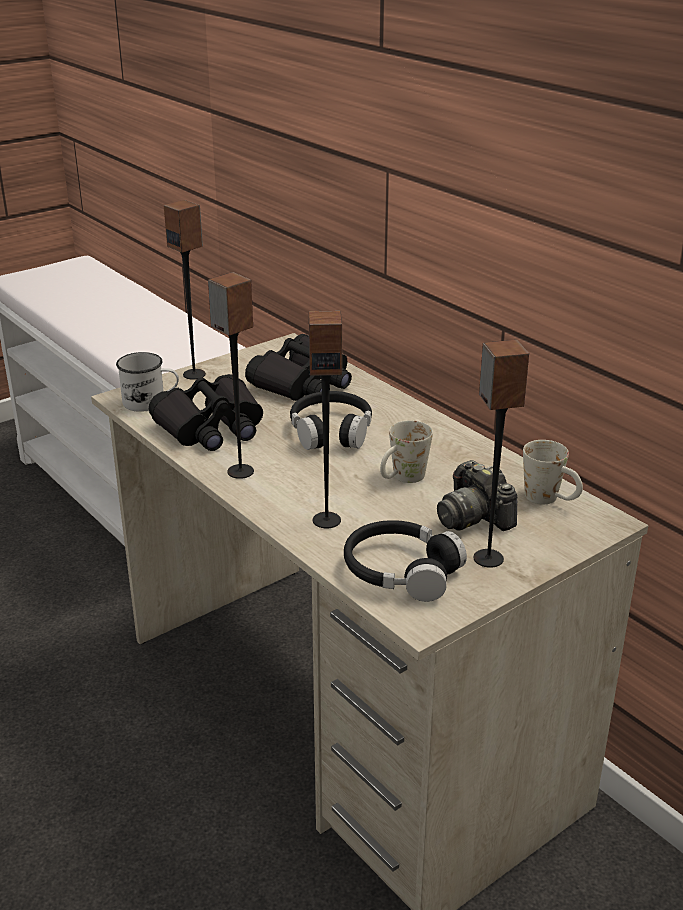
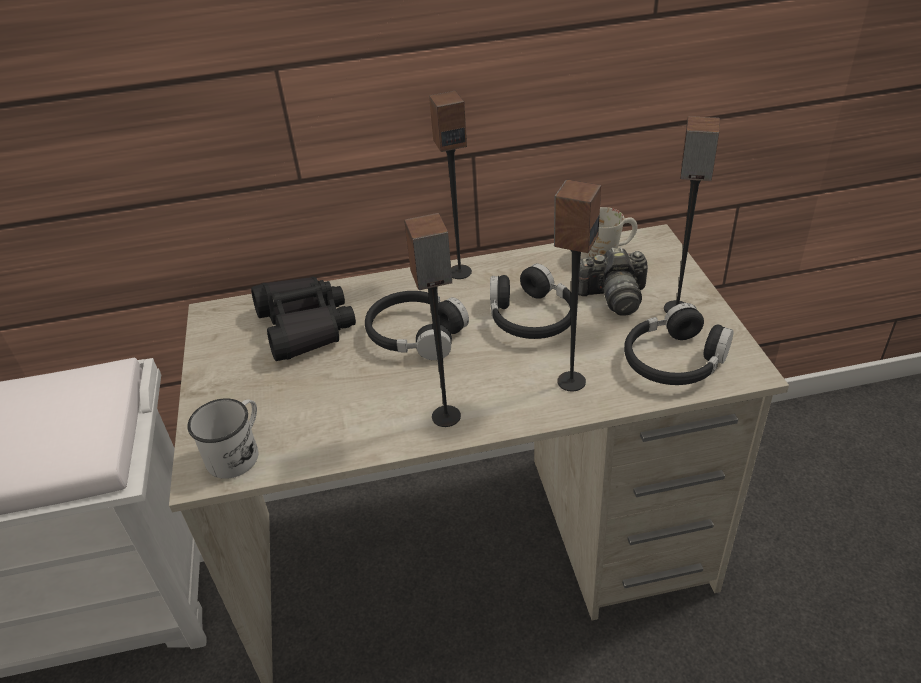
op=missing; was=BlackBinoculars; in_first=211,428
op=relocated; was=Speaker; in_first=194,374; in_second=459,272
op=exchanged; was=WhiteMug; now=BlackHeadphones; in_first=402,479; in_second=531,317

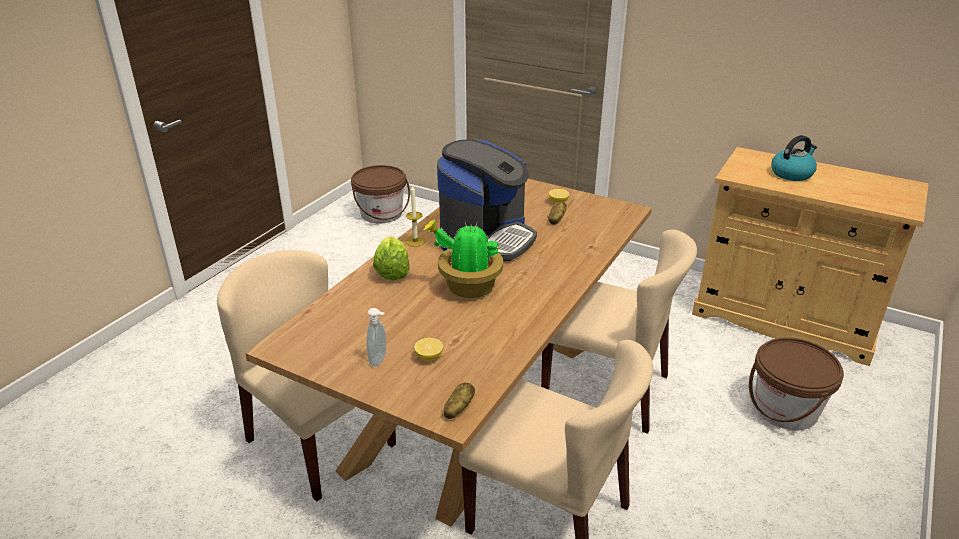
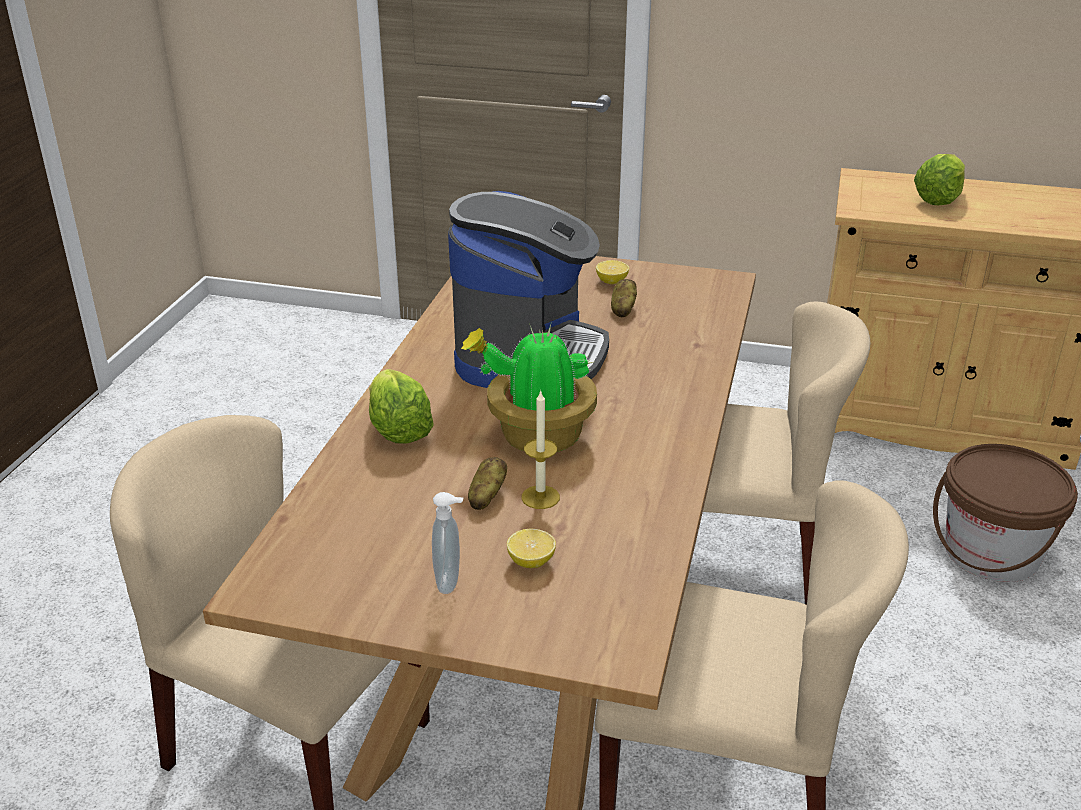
op=missing; was=BrownBucket; in_first=381,214
op=relocated; was=Candle; in_first=415,241; in_second=540,497
op=relocated; was=Potato; in_first=458,409; in_second=486,496
op=exchanged; was=Kettle; now=Lettuce; in_first=792,173; in_second=938,199

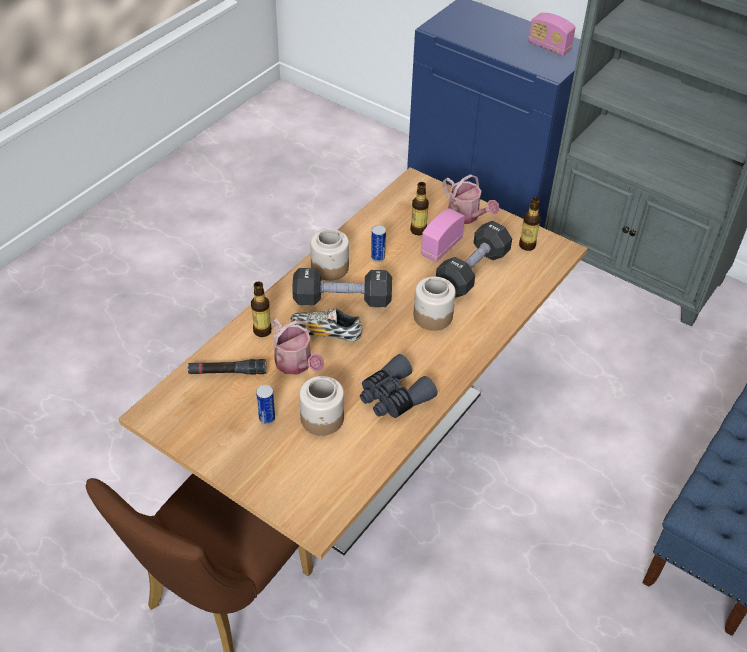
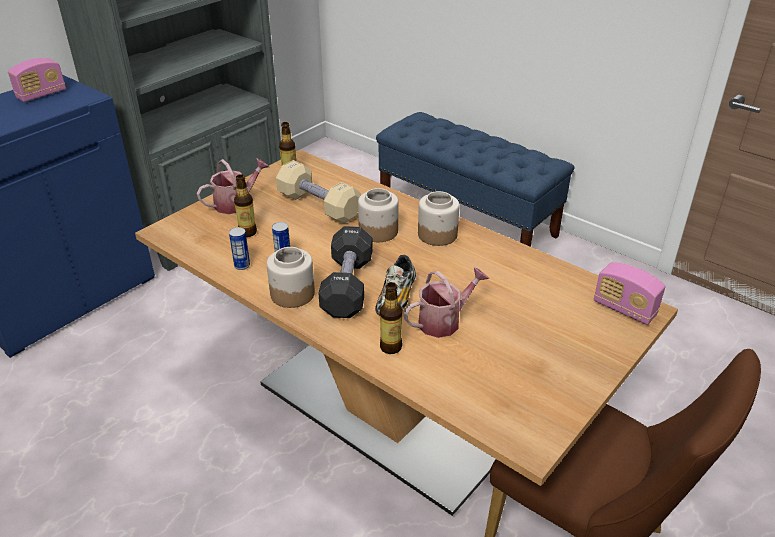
op=missing; was=BlackFlashlight; in_first=227,372
op=relocated; was=Can; in_first=267,418; in_second=242,265
op=relocated; was=Jar; in_first=322,419; in_second=438,234
op=missing; was=GreyBinoculars; in_first=394,397
op=relocated; was=Radio; in_first=441,247; in_second=624,309
op=colour; was=BlackDumbbell; now=BeigeDumbbell; in_first=472,271; in_second=318,206

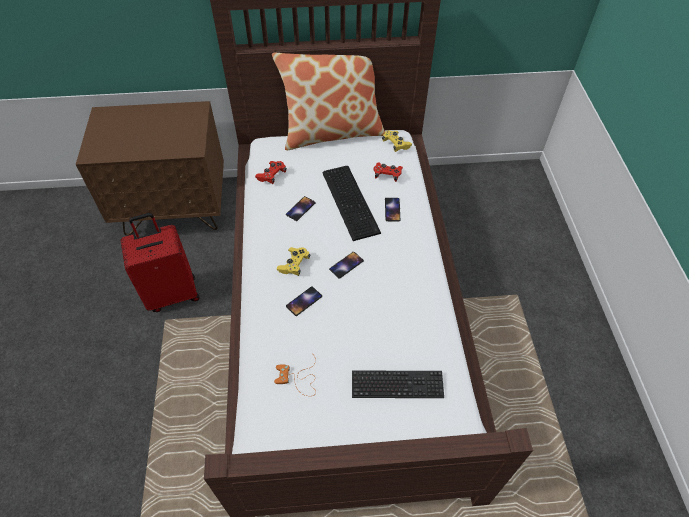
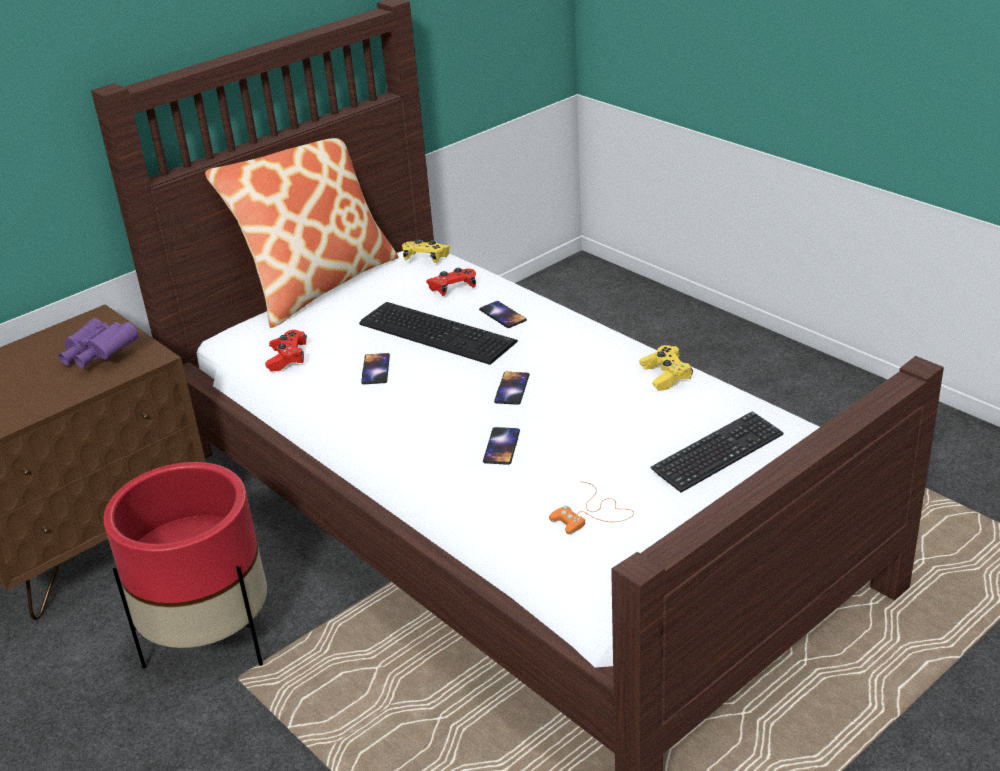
op=exchanged; was=RedSuitcase; now=RedPlanter; in_first=172,293; in_second=211,642
op=relocated; was=YellowGameController; in_first=294,265; in_second=666,376
op=appeared; now=PurpleBinoculars; in_second=98,356

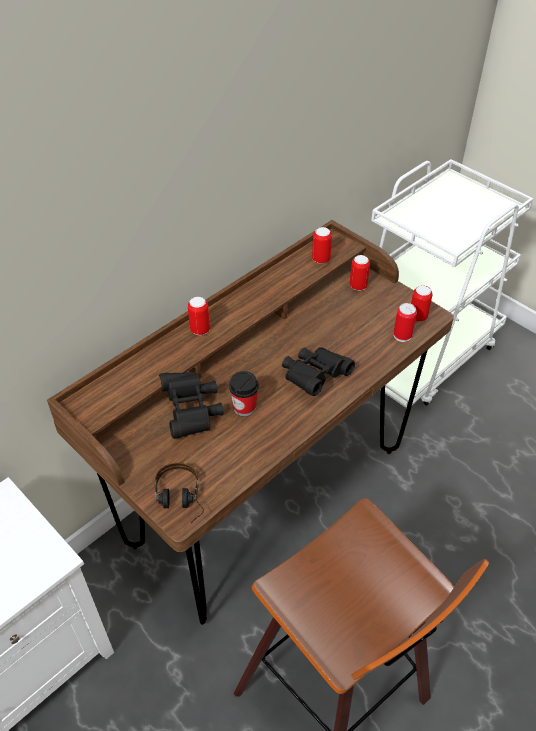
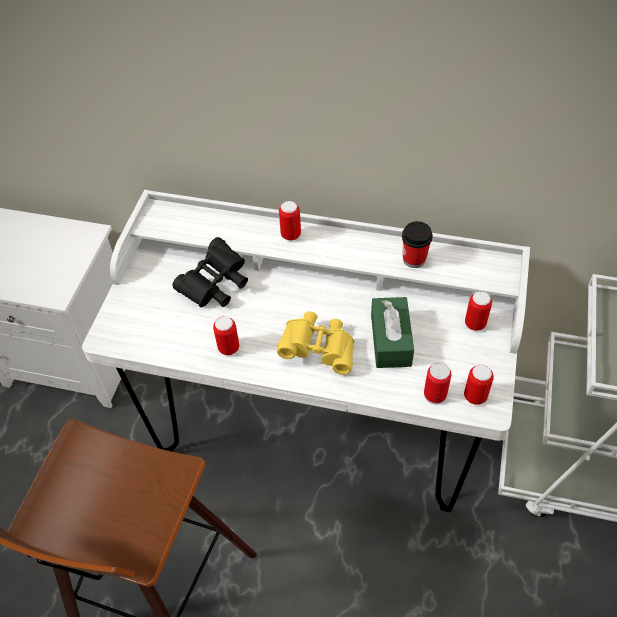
op=colour; was=BrownDesk; now=WhiteDesk; in_first=267,496; in_second=315,430
op=missing; was=Headphones; in_first=180,502
op=relocated; was=Cup; in_first=244,407; in_second=414,259
op=colour; was=BlackBinoculars; now=YellowBinoculars; in_first=314,377; in_second=319,350
op=relocated; was=Can; in_first=321,259; in_second=228,348
op=appeared; now=GreenTissueBox; in_second=390,340

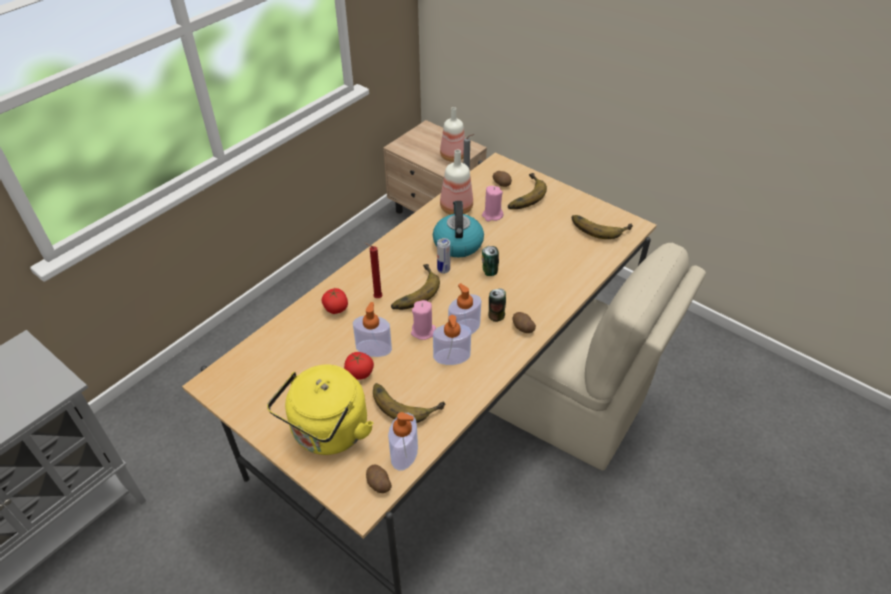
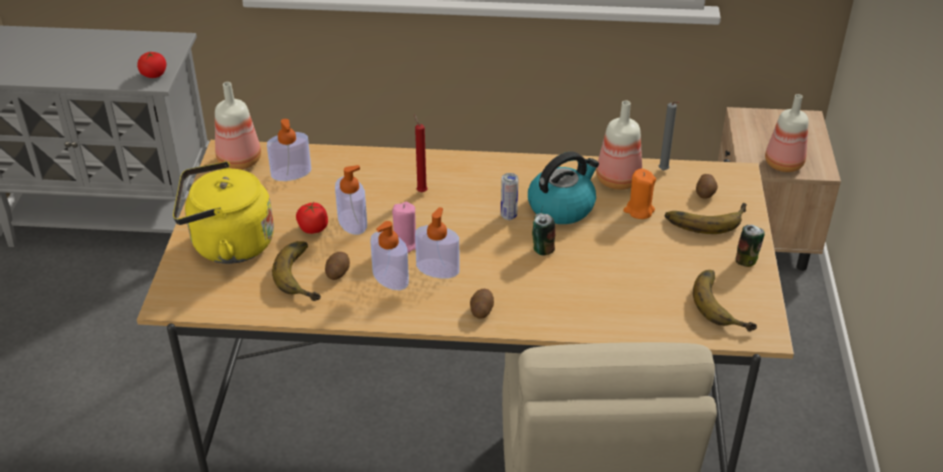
op=relocated; was=Tomato; in_first=336,309; in_second=154,75
op=relocated; was=Potato; in_first=378,483; in_second=337,272
op=relocated; was=SoapDispenser; in_first=404,453; in_second=291,173
op=missing; was=Banana; in_first=412,291
op=colour; was=PinkCandle; now=OrangeCandle; in_first=492,215; in_second=639,210
op=relocated; was=Can; in_first=496,315; in_second=746,260
op=appeared; now=Bottle; in_second=241,160

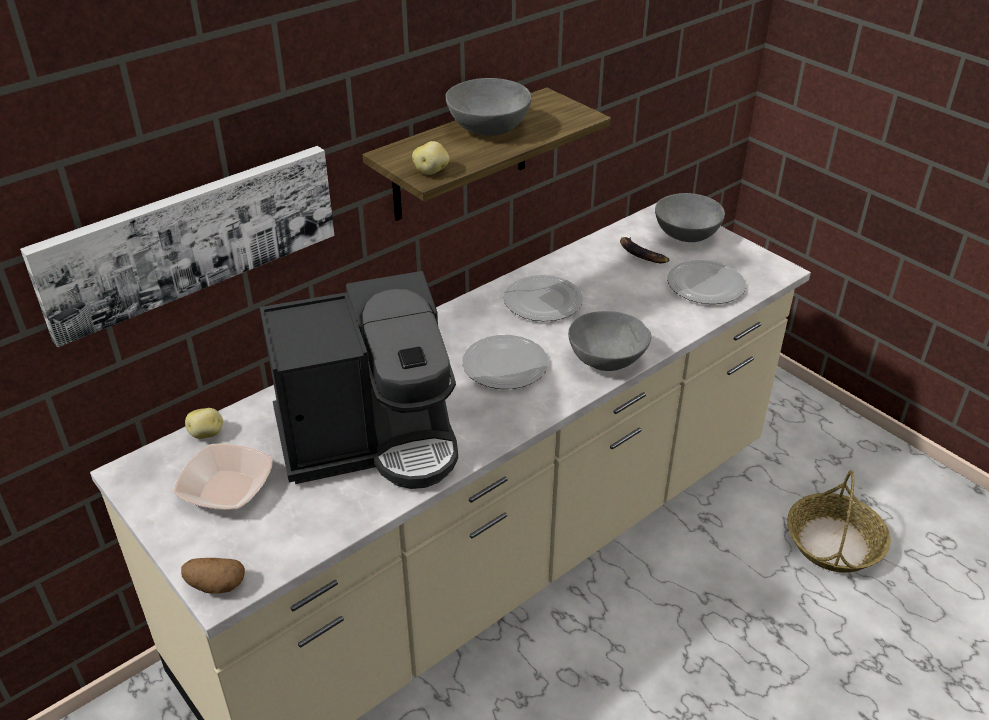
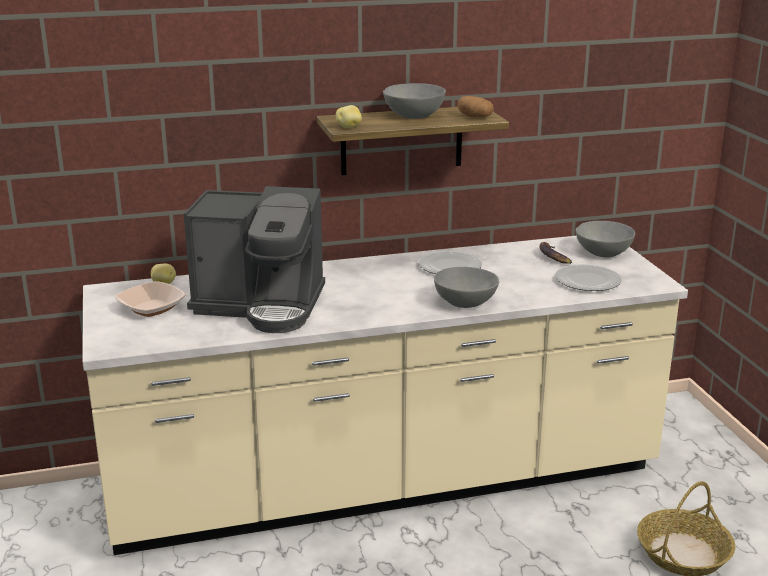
op=missing; was=Picture; in_first=190,238
op=relocated; was=Potato; in_first=215,585; in_second=474,117
op=missing; was=Plate; in_first=504,366

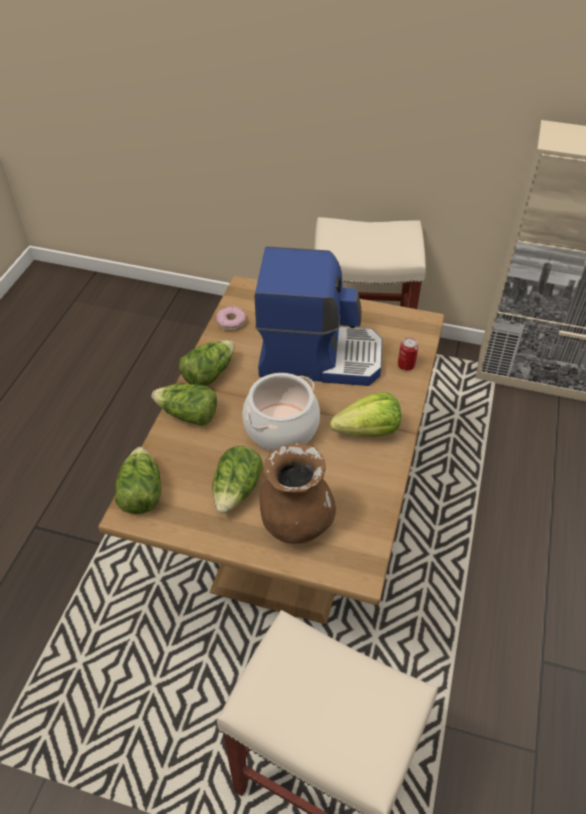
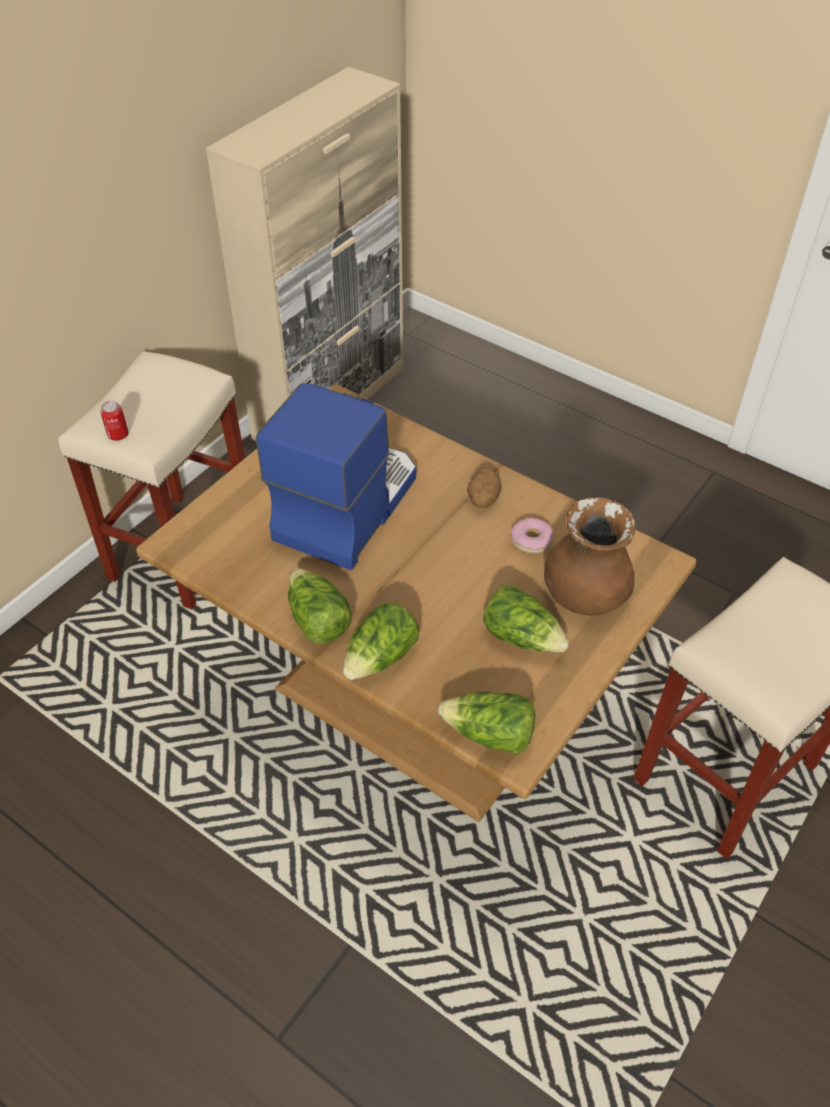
op=relocated; was=Donut; in_first=231,322; in_second=531,540
op=missing; was=CookingPot; in_first=281,427
op=exchanged; was=Lettuce; now=Potato; in_first=368,431; in_second=483,499
op=relocated; was=Can; in_first=406,365; in_second=118,435

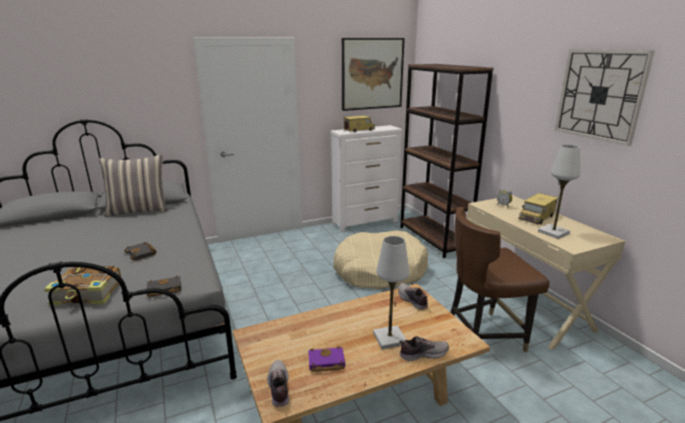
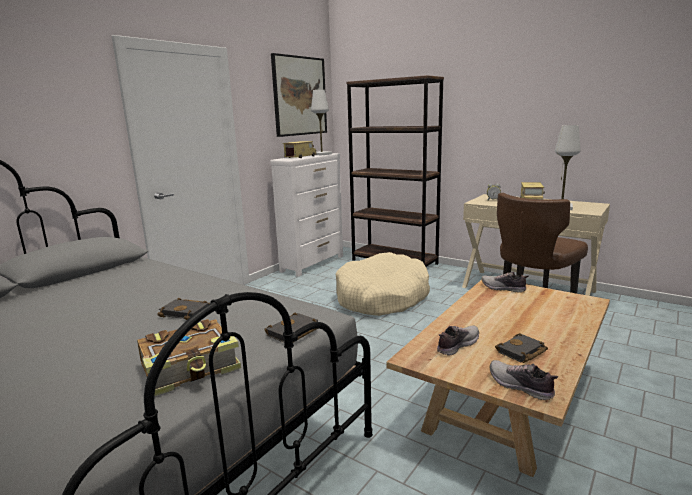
op=missing; was=Pillow; in_first=139,210
op=colour; was=PurpleBook; now=BlackBook; in_first=325,363; in_second=521,352
op=relocated; was=WhiteTableLamp; in_first=389,338; in_second=321,154
op=relocated; was=Shoe; in_first=422,354; in_second=456,345
op=missing; was=WallClock; in_first=600,95

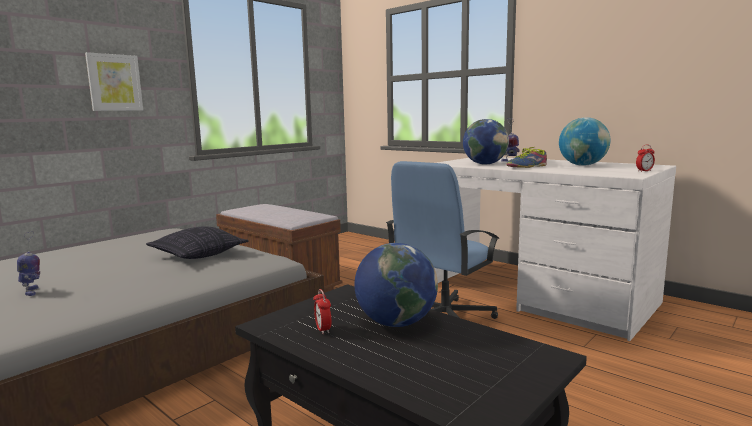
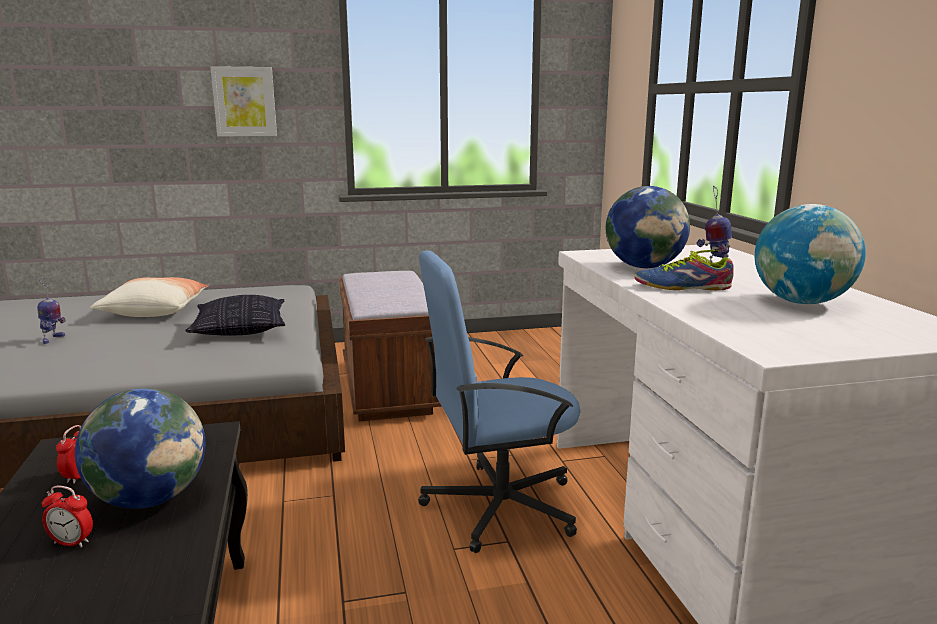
op=relocated; was=AlarmClock; in_first=644,171; in_second=71,543
op=appeared; now=Pillow; in_second=155,311

